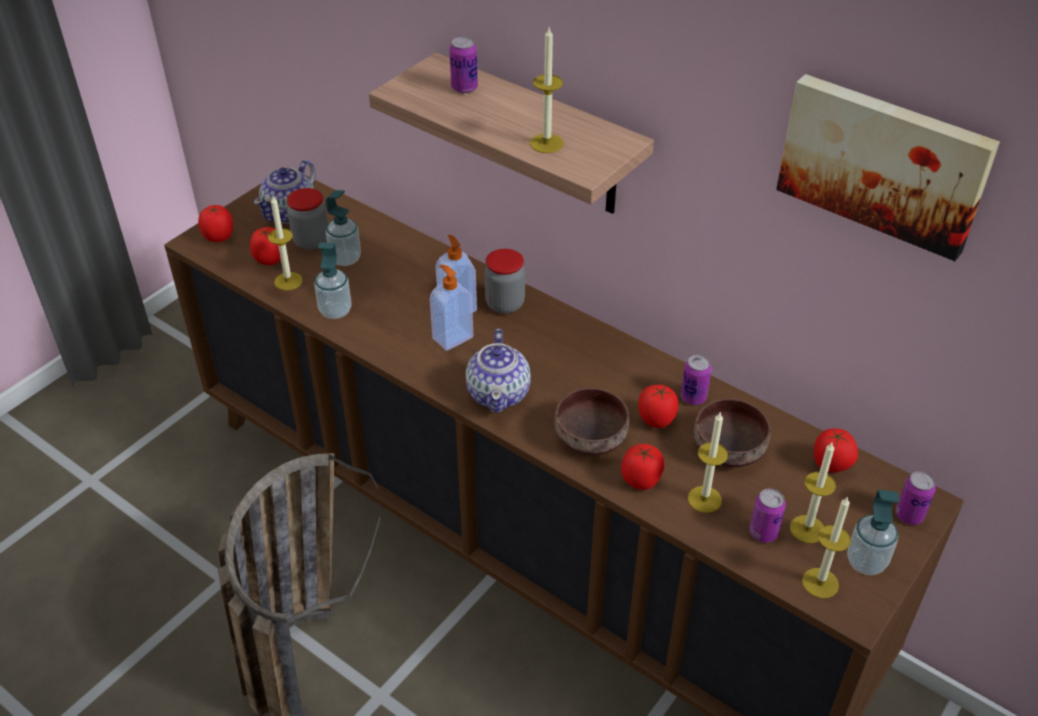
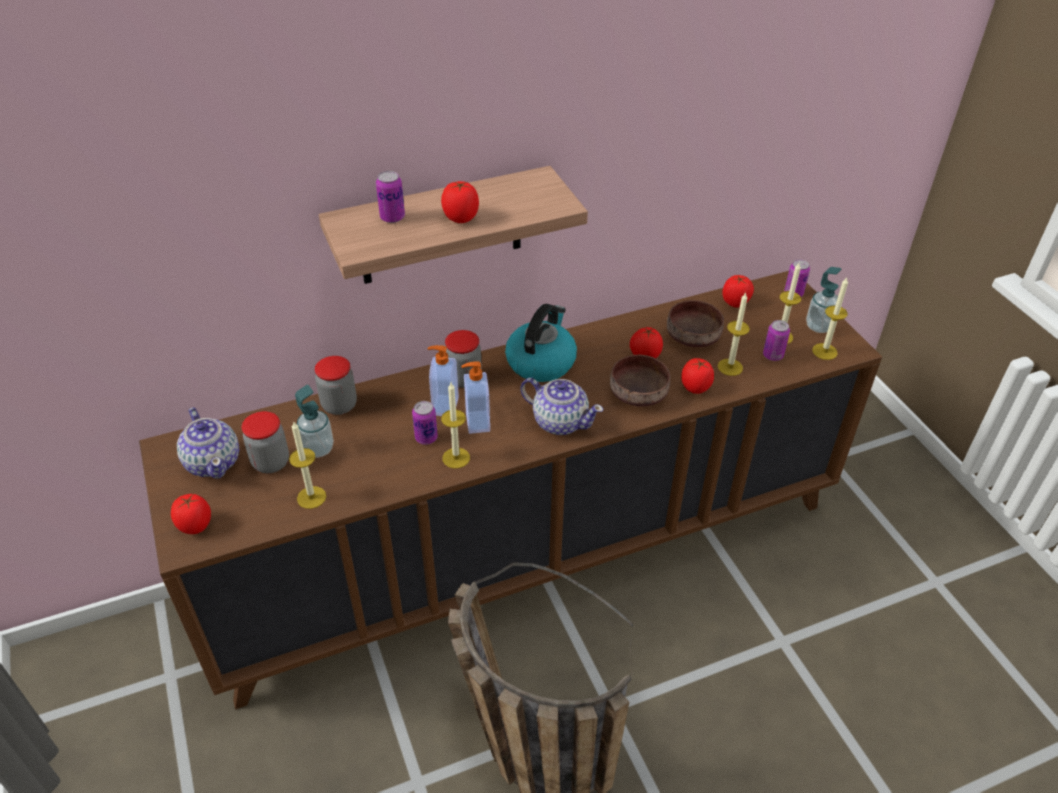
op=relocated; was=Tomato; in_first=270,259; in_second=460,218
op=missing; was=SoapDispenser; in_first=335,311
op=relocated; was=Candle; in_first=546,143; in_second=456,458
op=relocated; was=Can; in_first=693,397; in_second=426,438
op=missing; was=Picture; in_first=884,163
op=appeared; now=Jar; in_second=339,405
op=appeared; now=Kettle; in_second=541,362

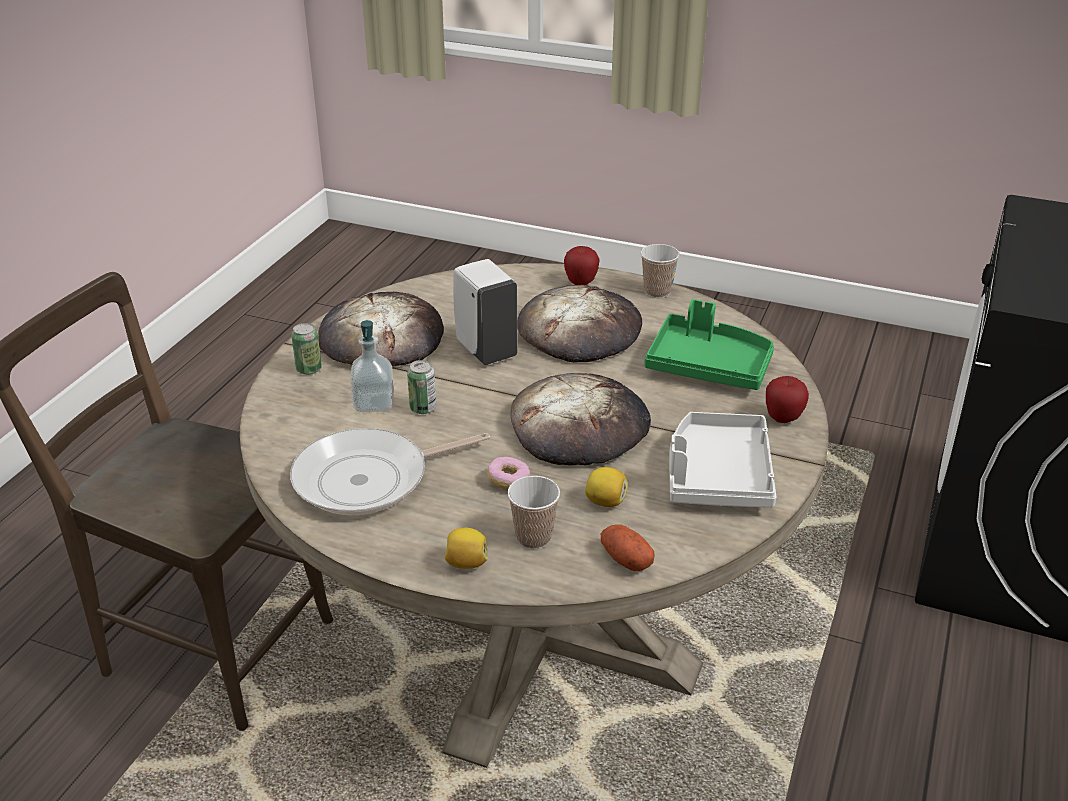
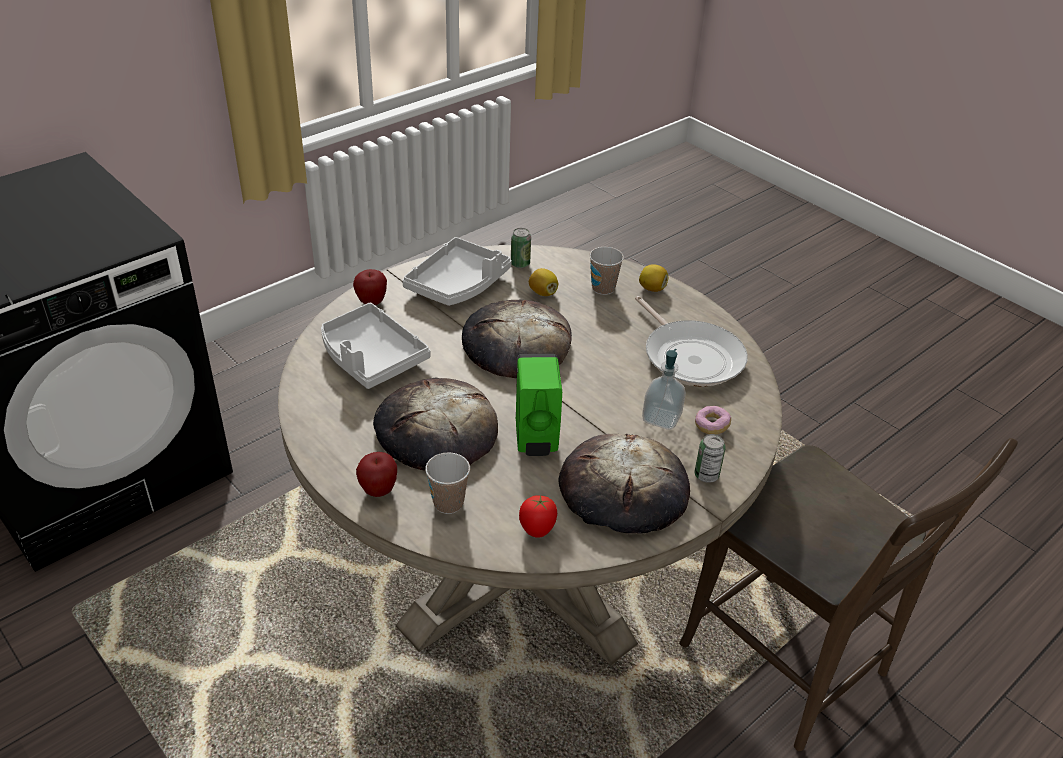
op=spun; was=FryingPan; in_first=369,479; in_second=690,356; clockwise=60
op=relocated; was=Can; in_first=423,408; in_second=520,264
op=colour; was=WhiteSoapDispenser; now=GreenSoapDispenser; in_first=485,350; in_second=536,439
op=relocated; was=Donut; in_first=508,481; in_second=711,426
op=missing; was=Potato; in_first=626,559
op=relocated; was=Cup; in_first=657,292; in_second=448,503
op=colour; was=GreenTray; now=GreyTray; in_first=708,366; in_second=371,357
op=appeared; now=Tomato; in_second=537,531

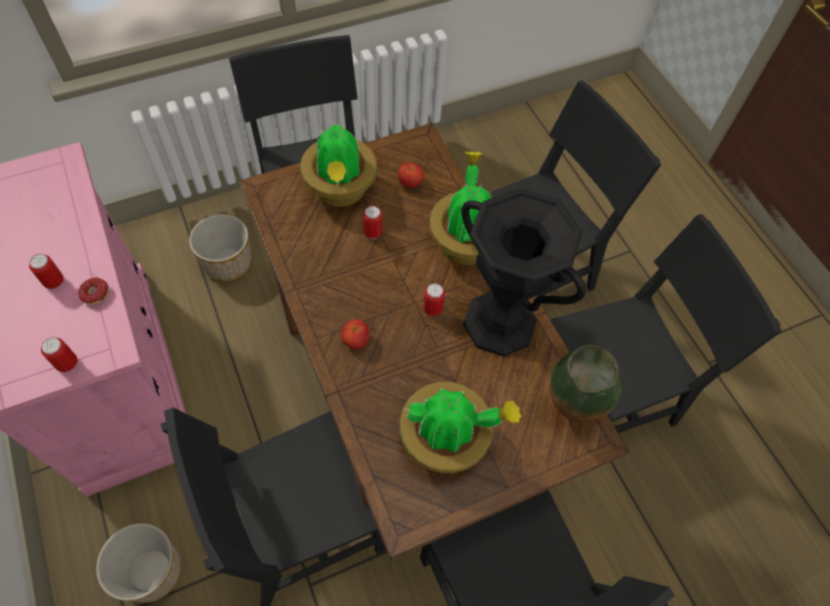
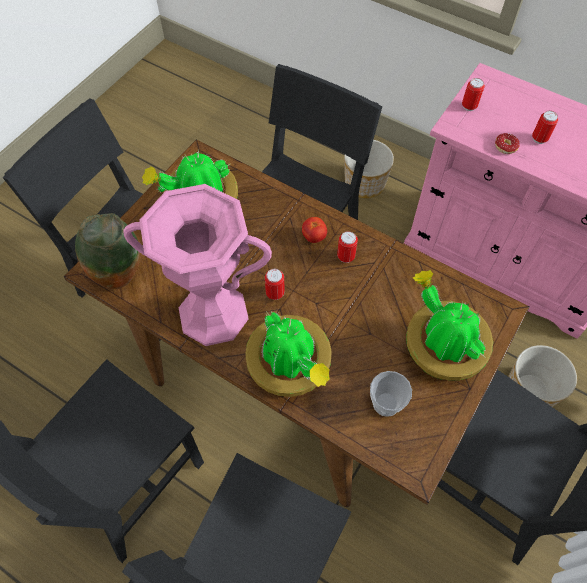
op=relocated; was=Can; in_first=373,233; in_second=346,257
op=exchanged; was=Tomato; now=Cup; in_first=410,183; in_second=386,403
op=colour; was=BlackVase; now=PinkVase; in_first=499,323; in_second=213,314

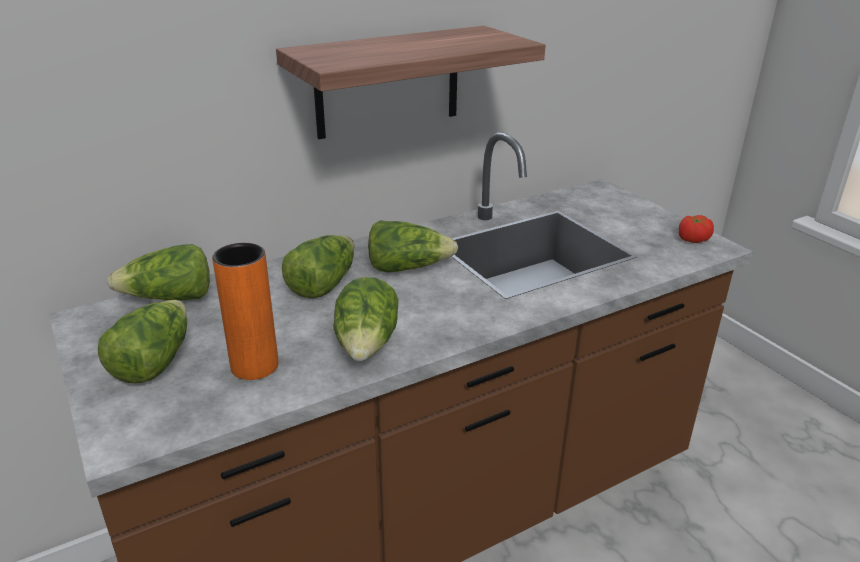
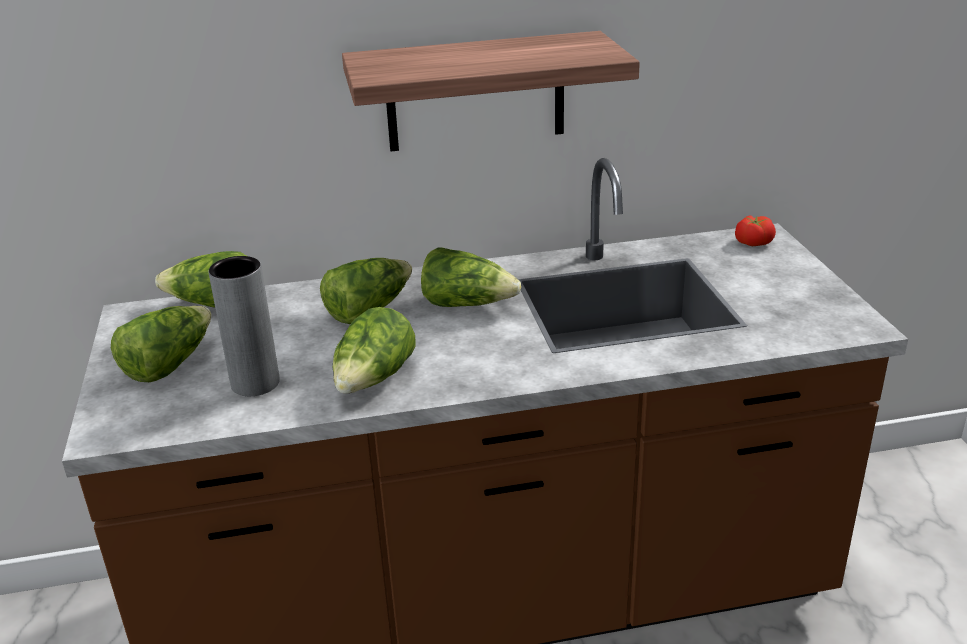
op=colour; was=OrangeVase; now=GreyVase; in_first=254,366; in_second=255,383
op=relocated; was=Tomato; in_first=692,239; in_second=753,242

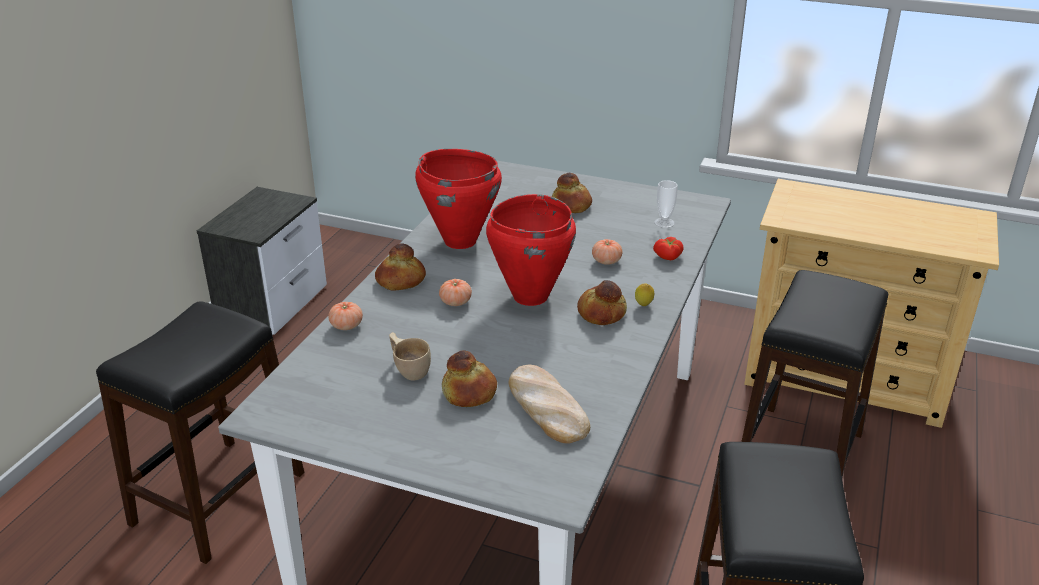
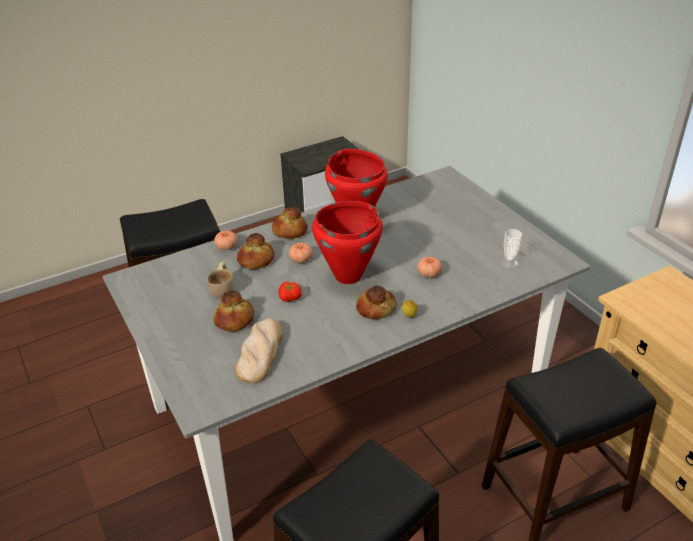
op=relocated; was=Bread; in_first=571,205; in_second=256,260
op=relocated; was=Tomato; in_first=668,257; in_second=289,298

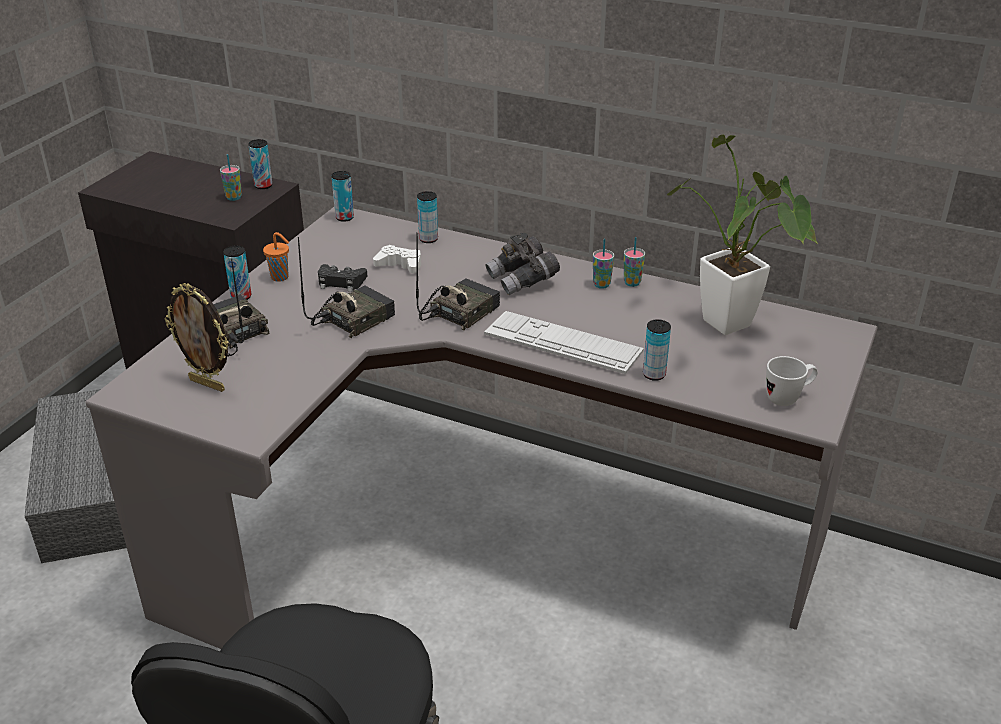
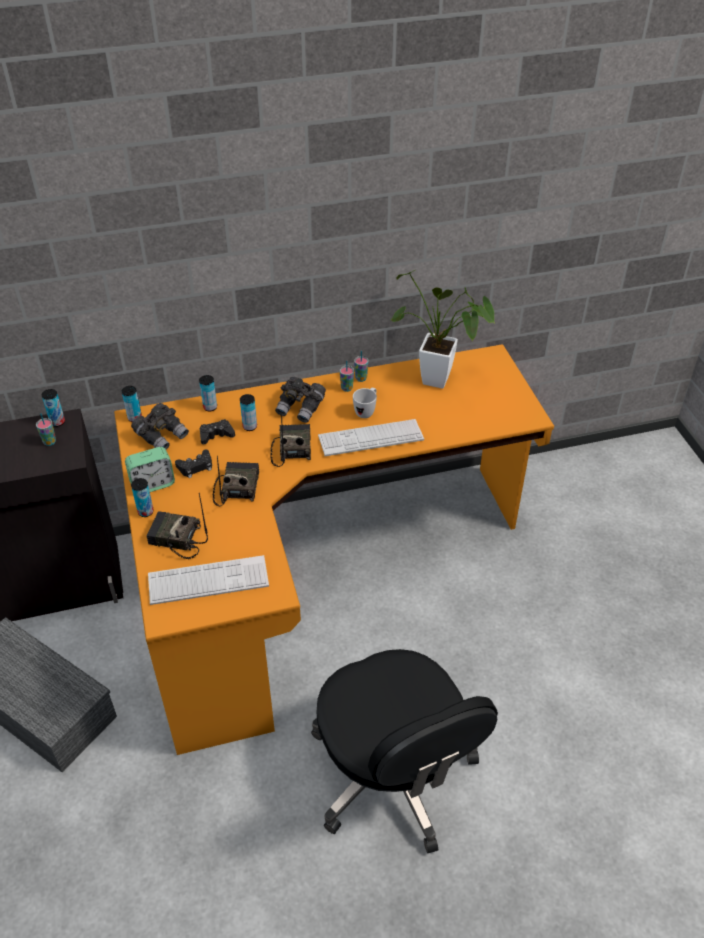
op=colour; was=GreyDesk; now=OrangeDesk; in_first=480,531; in_second=313,574
op=exchanged; was=PictureFrame; now=Keyboard; in_first=208,384; in_second=208,581
op=exchanged; was=OrangeCup; now=AlarmClock; in_first=281,277; in_second=152,484
op=colour; was=WhiteGameController; now=BlackGameController; in_first=399,265; in_second=216,435
op=relocated; was=Can; in_first=654,374; in_second=250,426
op=relocated; was=WhiteMug; in_first=788,398; in_second=366,411
op=appeared; now=GreyBinoculars; in_second=162,436

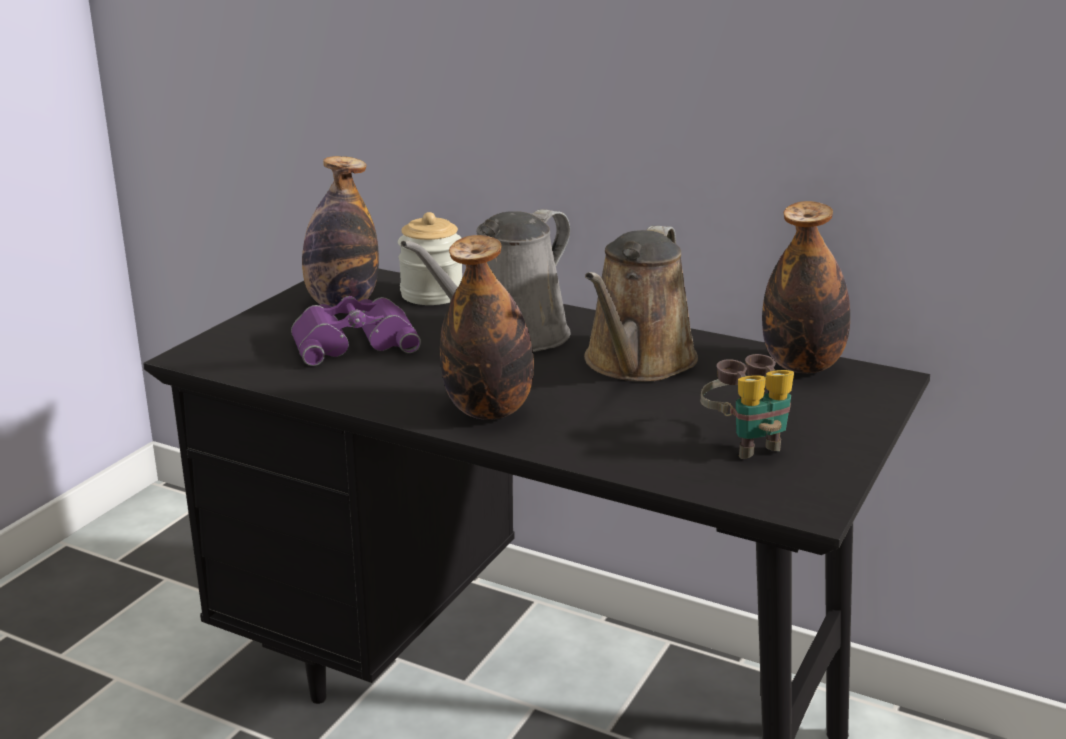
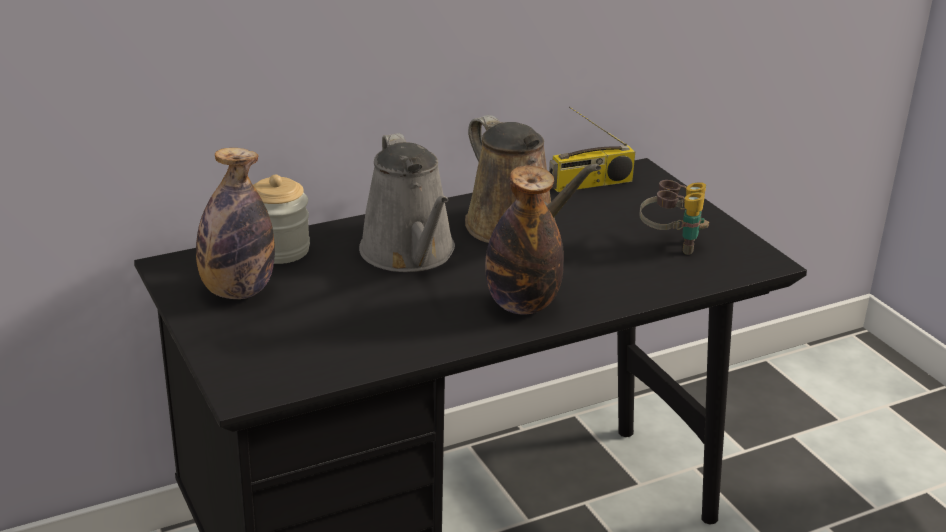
op=missing; was=PurpleBinoculars; in_first=354,341
op=exchanged; was=Bottle; now=Radio; in_first=802,366; in_second=590,184

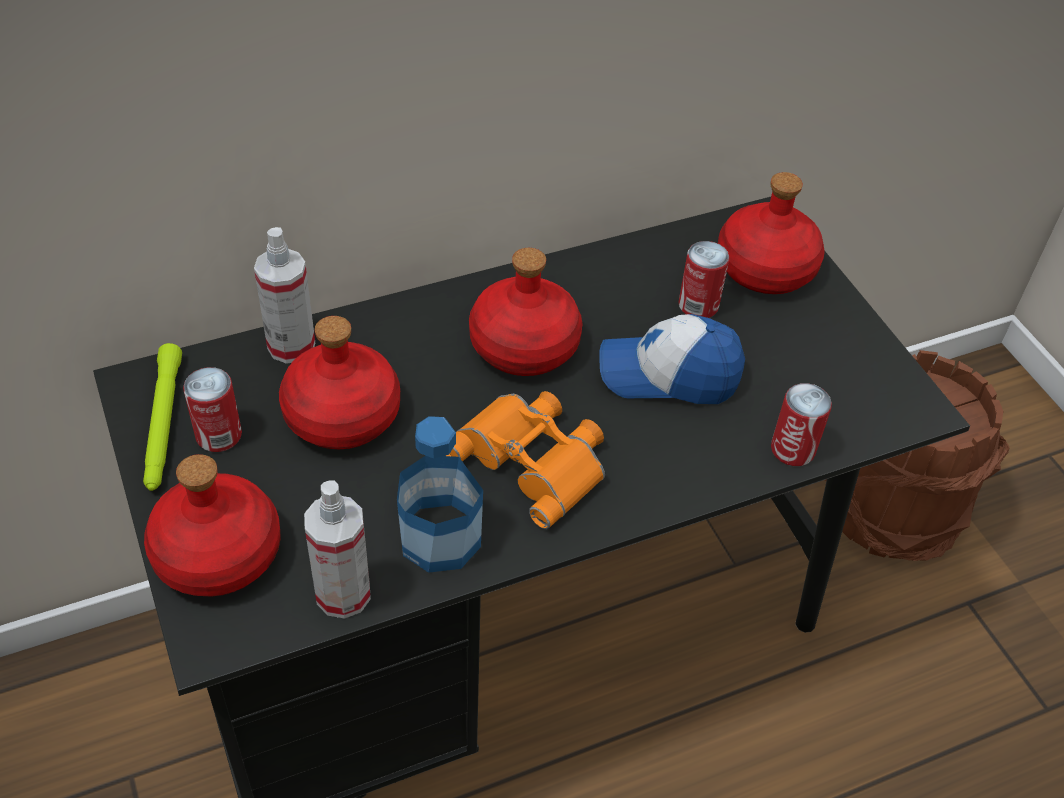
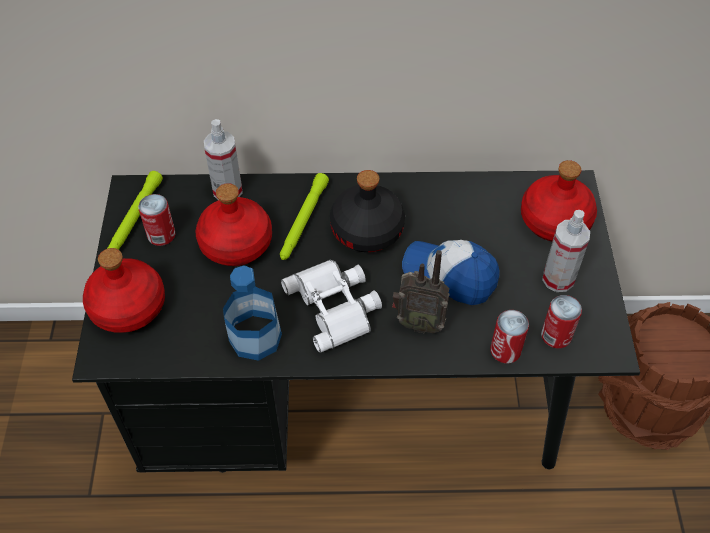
op=relocated; was=SprayBottle; in_first=343,594; in_second=558,279
op=colour; was=OrangeBinoculars; now=WhiteBinoculars; in_first=534,459; in_second=336,306
op=colour; was=RedBottle; now=BlackBottle; in_first=525,345; in_second=367,230
op=relocated; was=Can; in_first=698,305; in_second=556,336
op=appeared; now=GreenFlashlight; in_second=303,221
op=appeared; now=Radio; in_second=418,322

